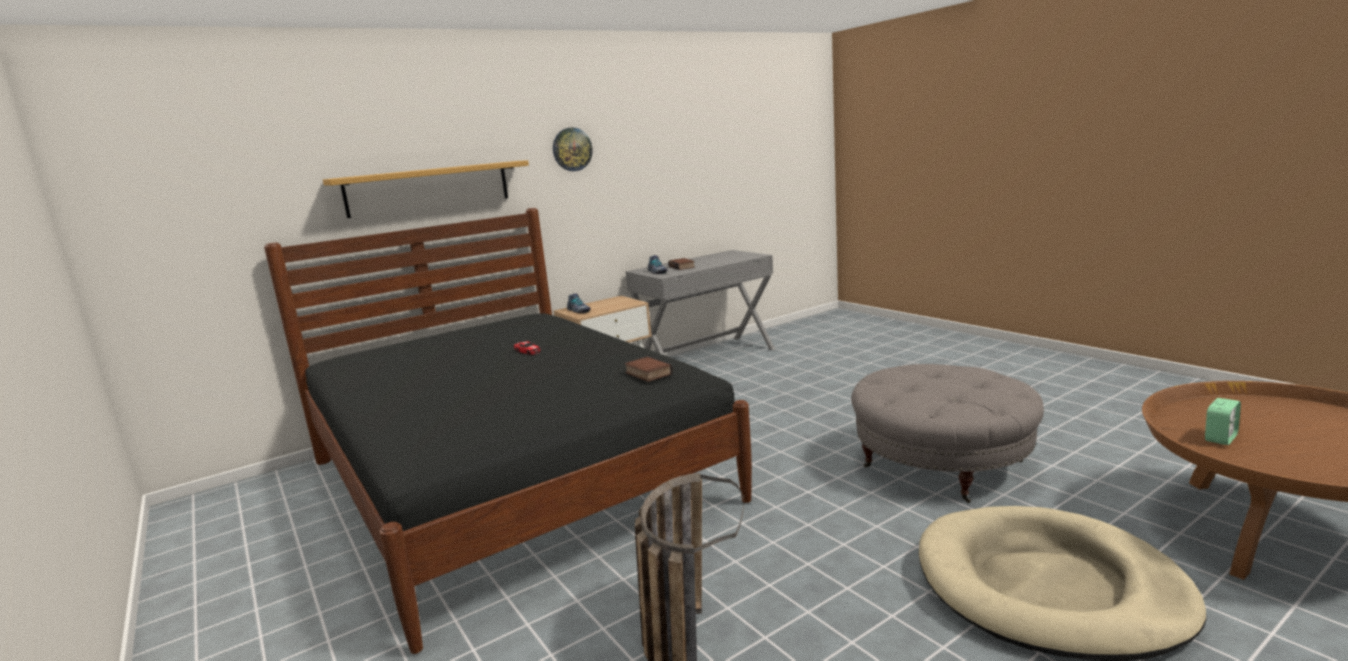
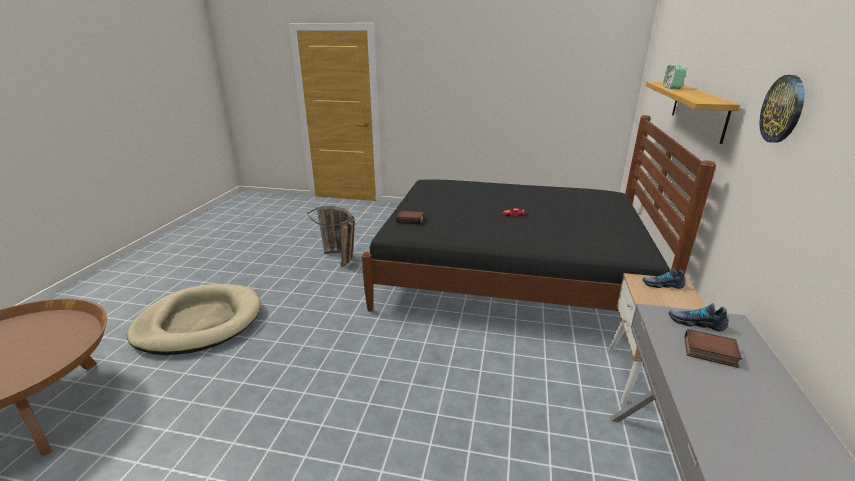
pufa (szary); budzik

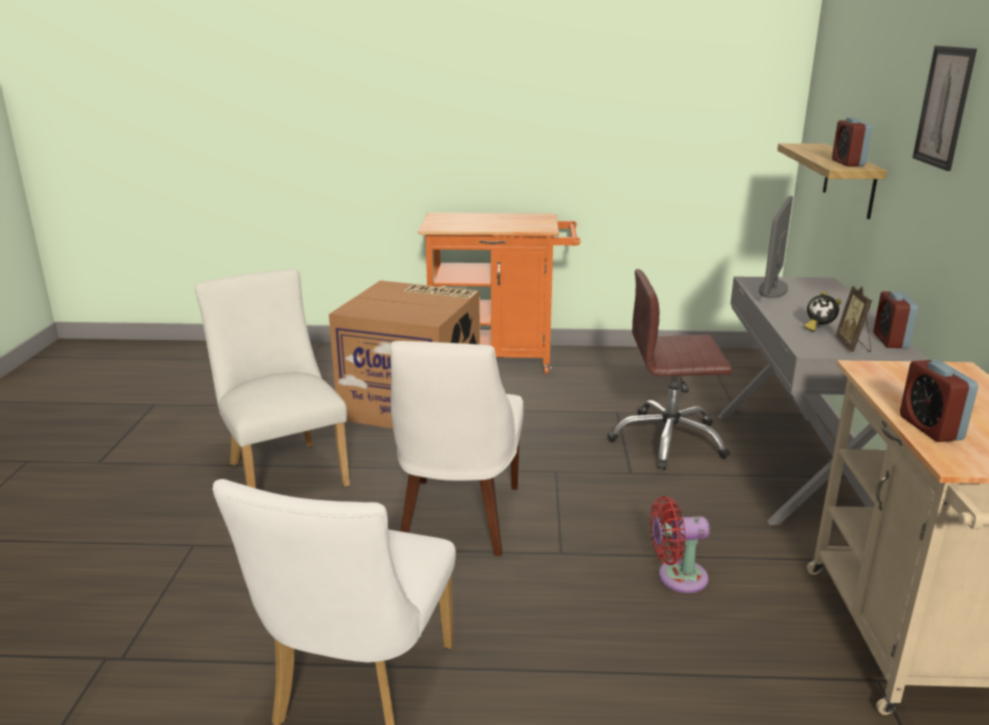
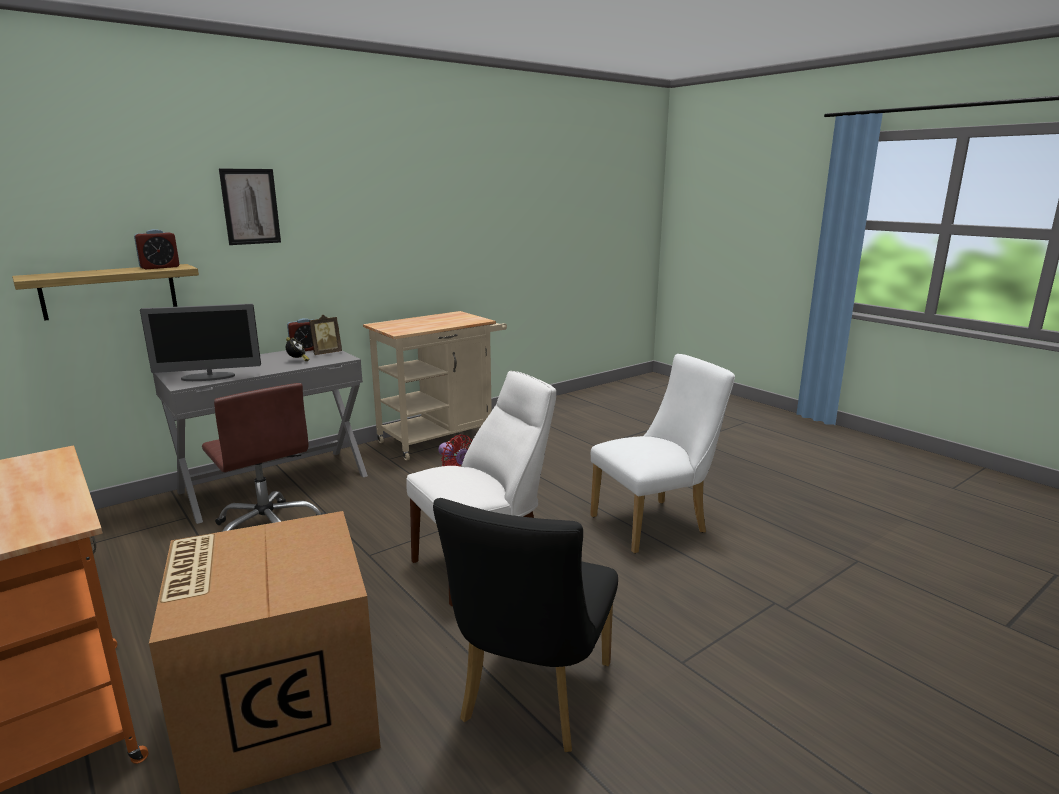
krzesło (czarny); budzik (4th from left in the first image)

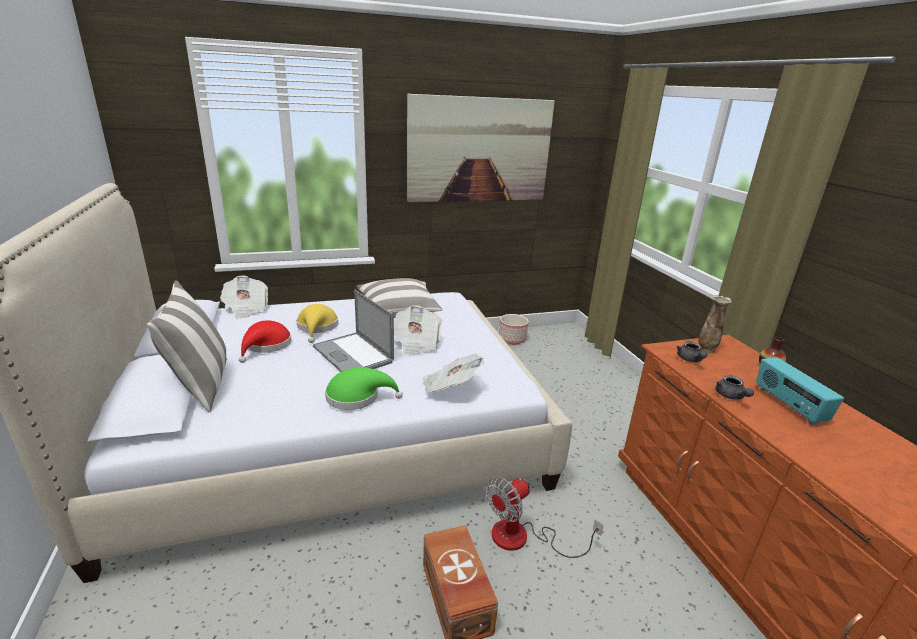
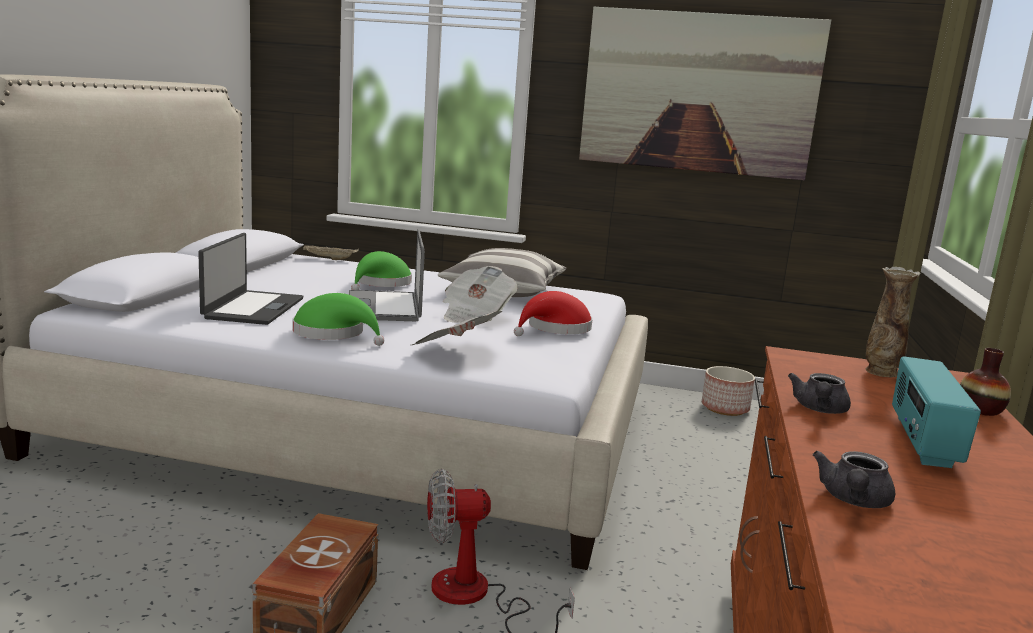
poduszka (1st from left in the first image); taca (beżowy); kapelusz (czerwony); kapelusz (zielony) (2nd from left); imbryk (szary) (2nd from left); laptop (1st from left)

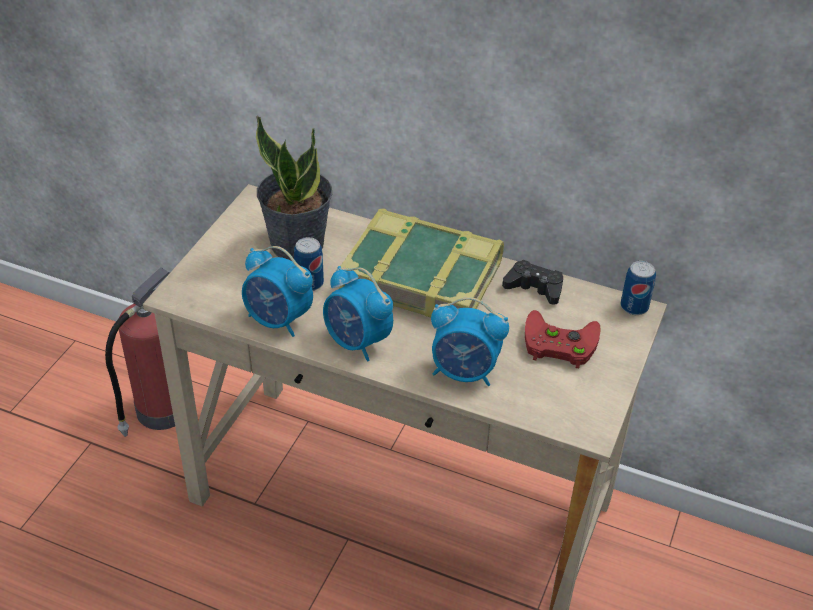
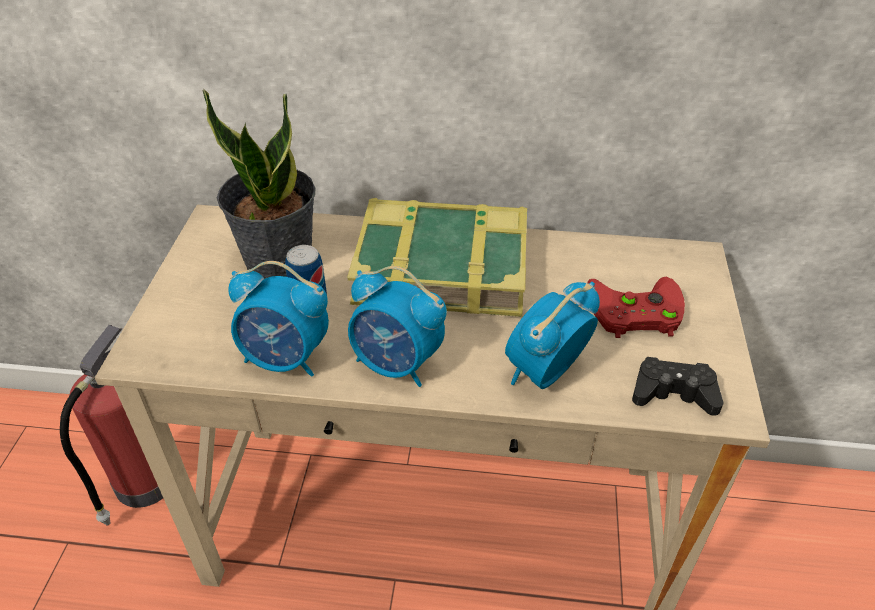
budzik (3rd from left); pad do gier (czarny); puszka (2nd from left in the first image)

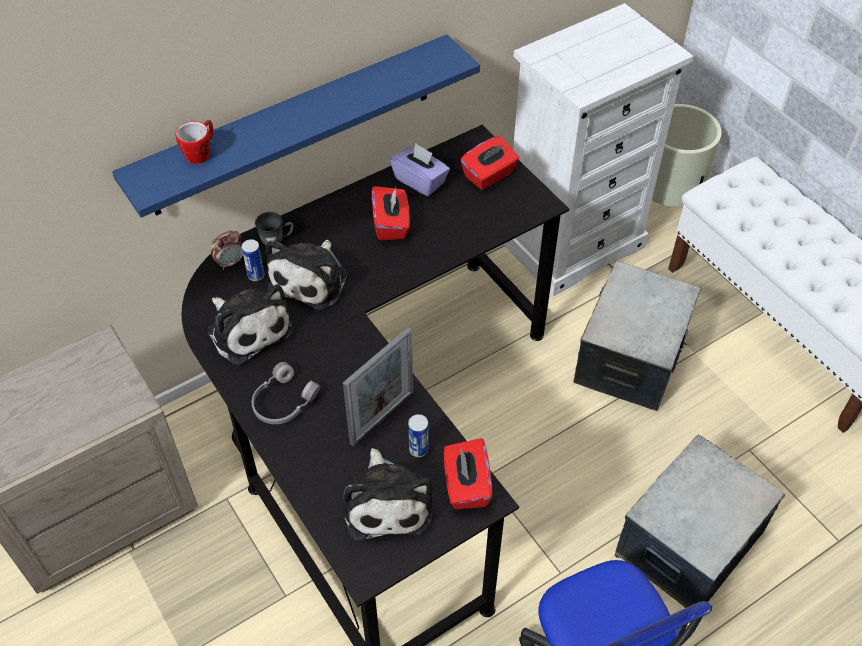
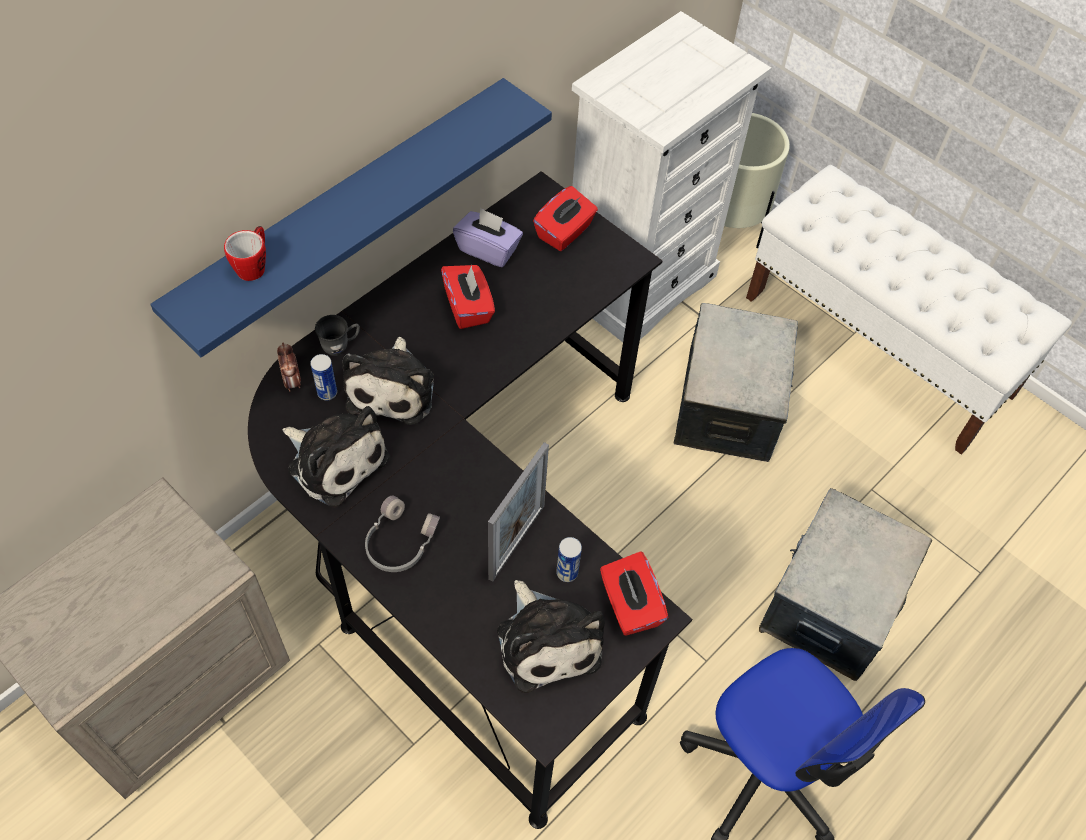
budzik

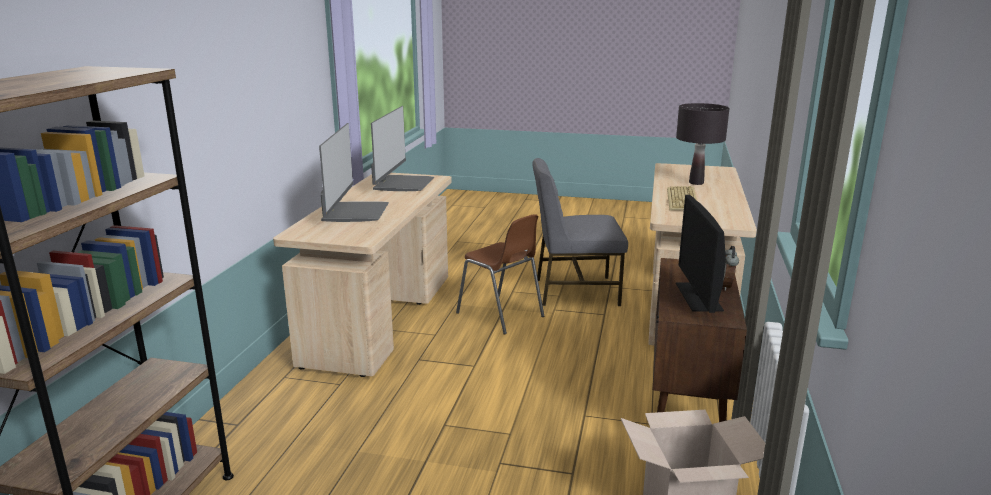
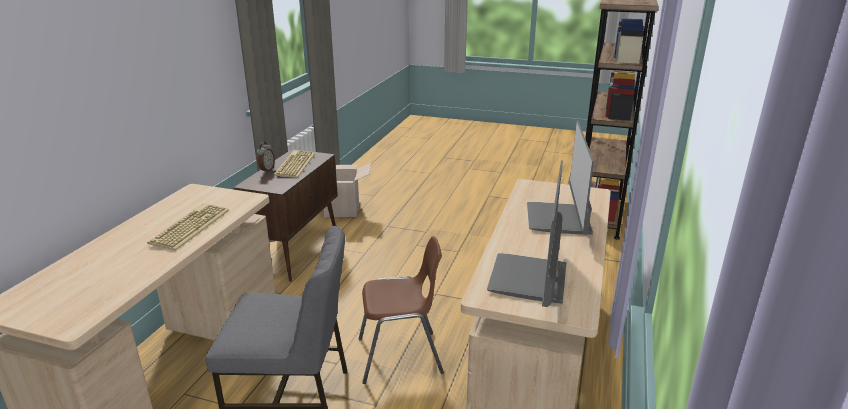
krzesło (brązowy); lampa stołowa (czarny); klawiatura (2nd from left)

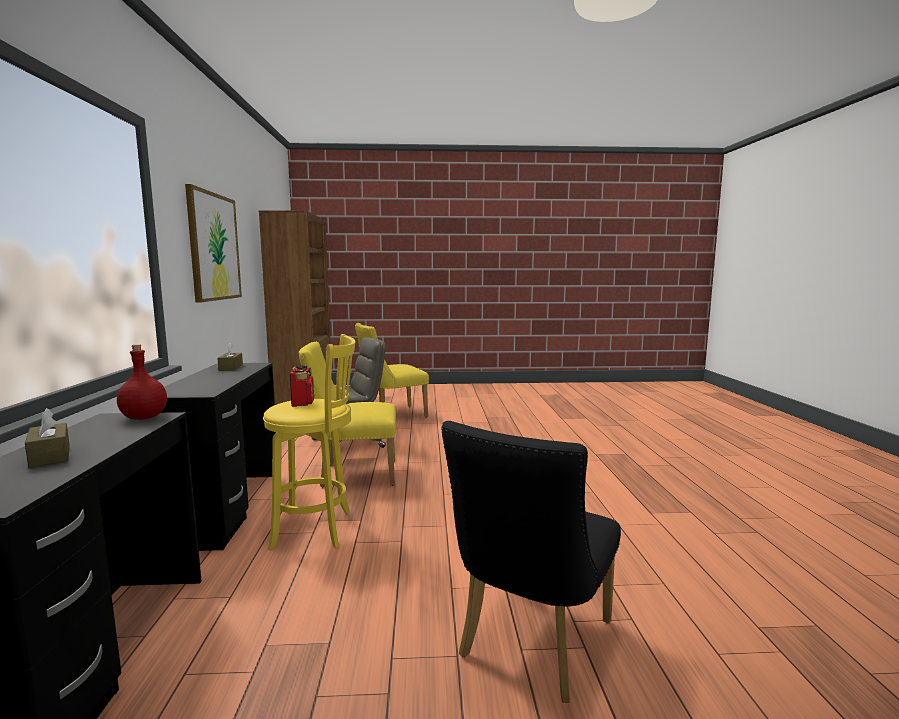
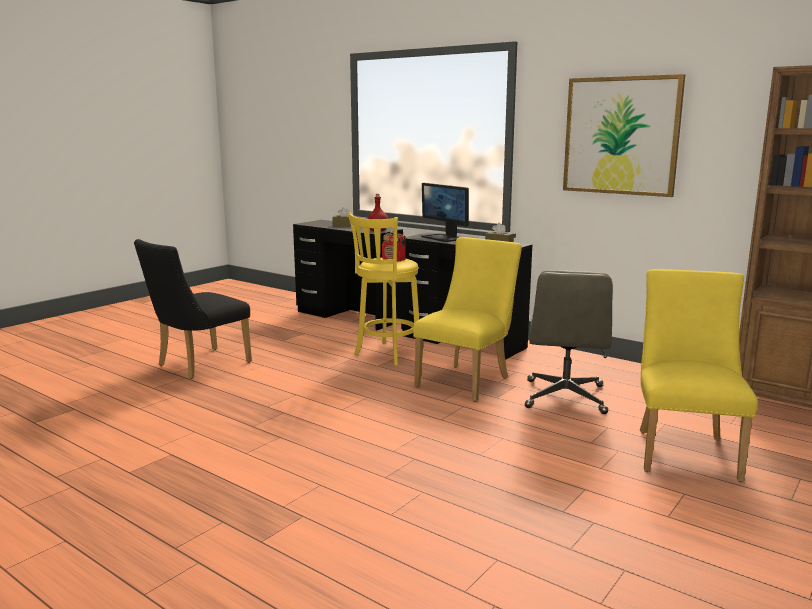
krzesło (czarny); monitor

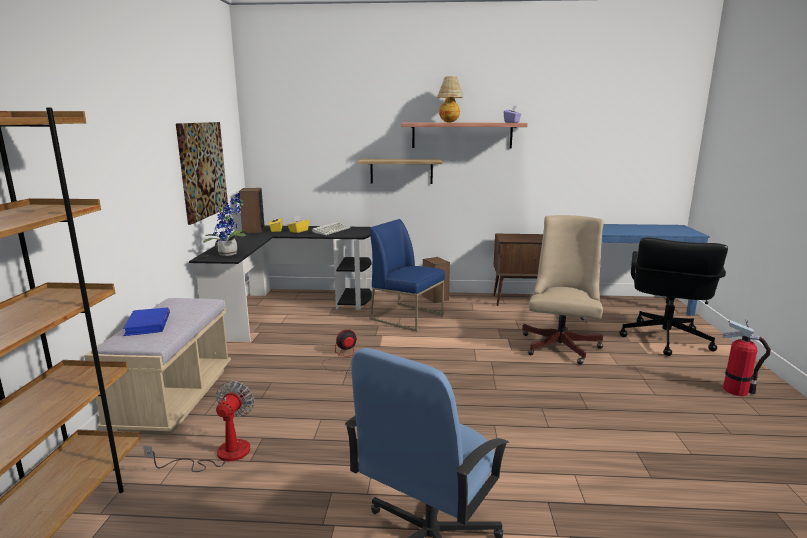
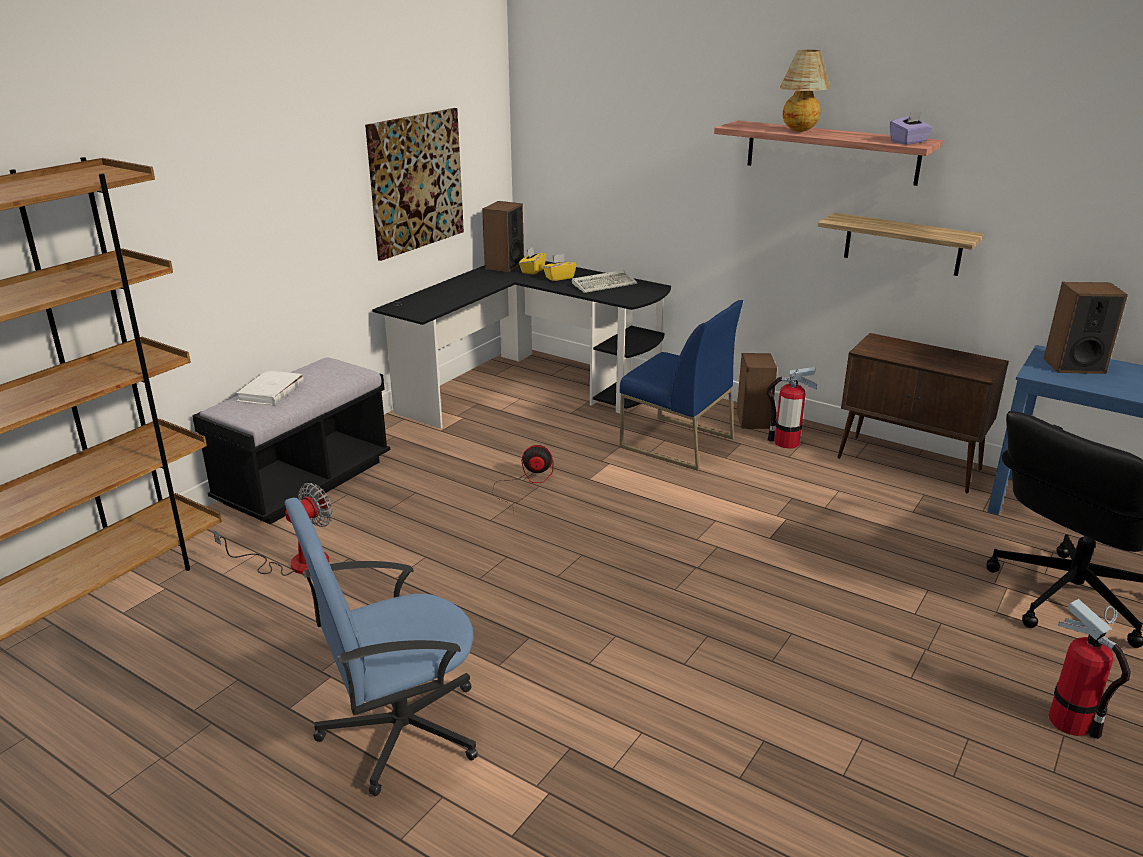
ławka (czarny); książka (biały); roślina doniczkowa; półka (2nd from left); krzesło (niebieski); krzesło biurowe (beżowy); gaśnica (1st from left); głośnik (3rd from left)

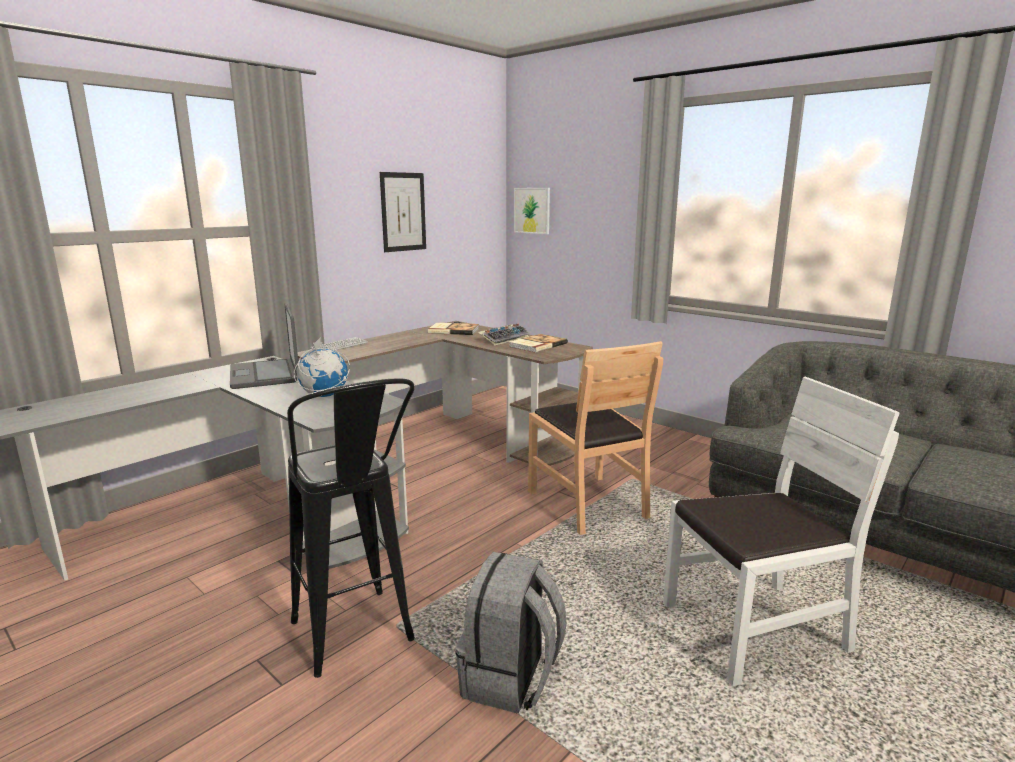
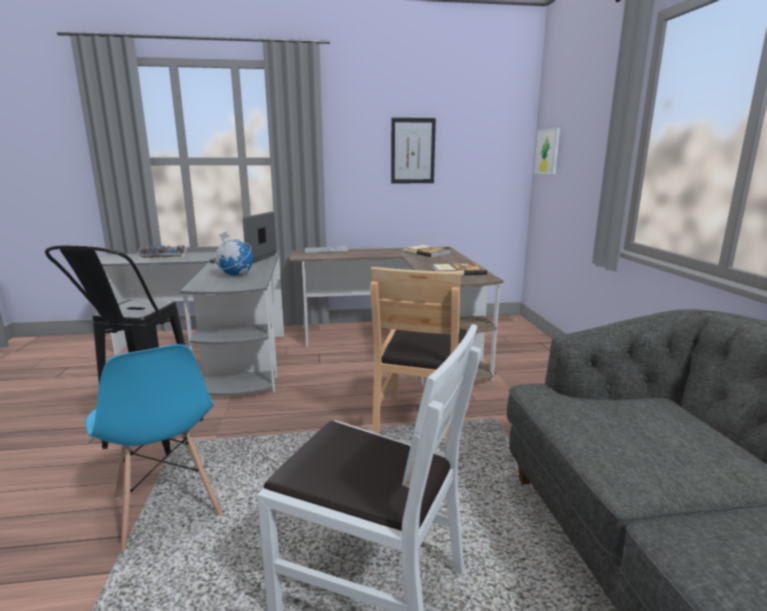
krzesło (niebieski); klawiatura (1st from left)

